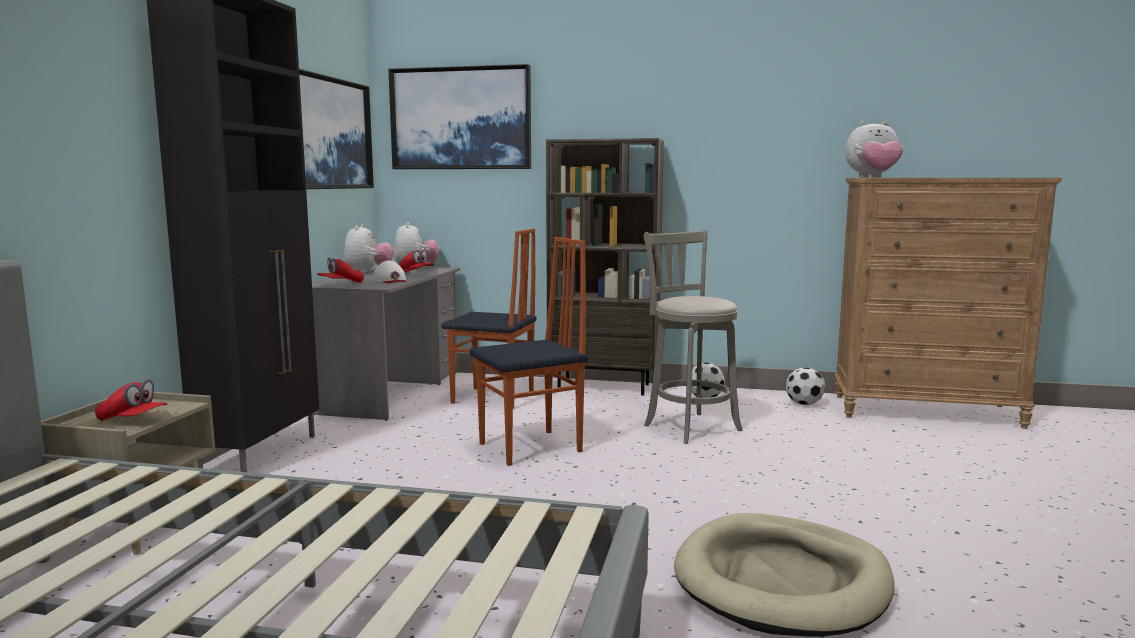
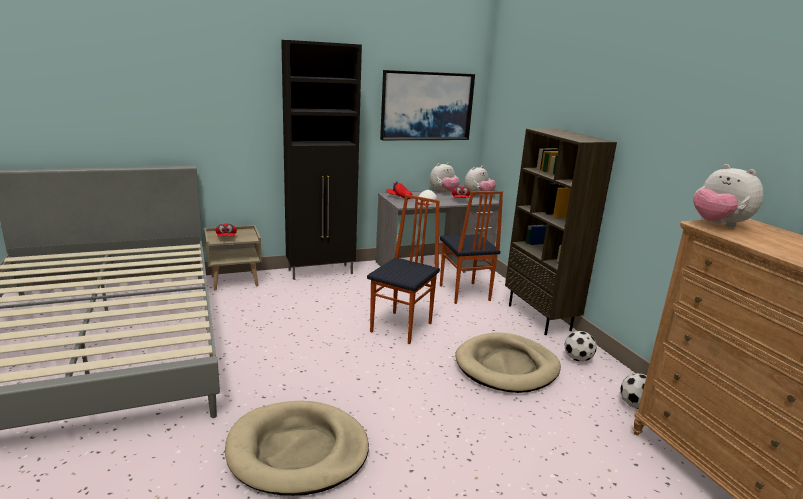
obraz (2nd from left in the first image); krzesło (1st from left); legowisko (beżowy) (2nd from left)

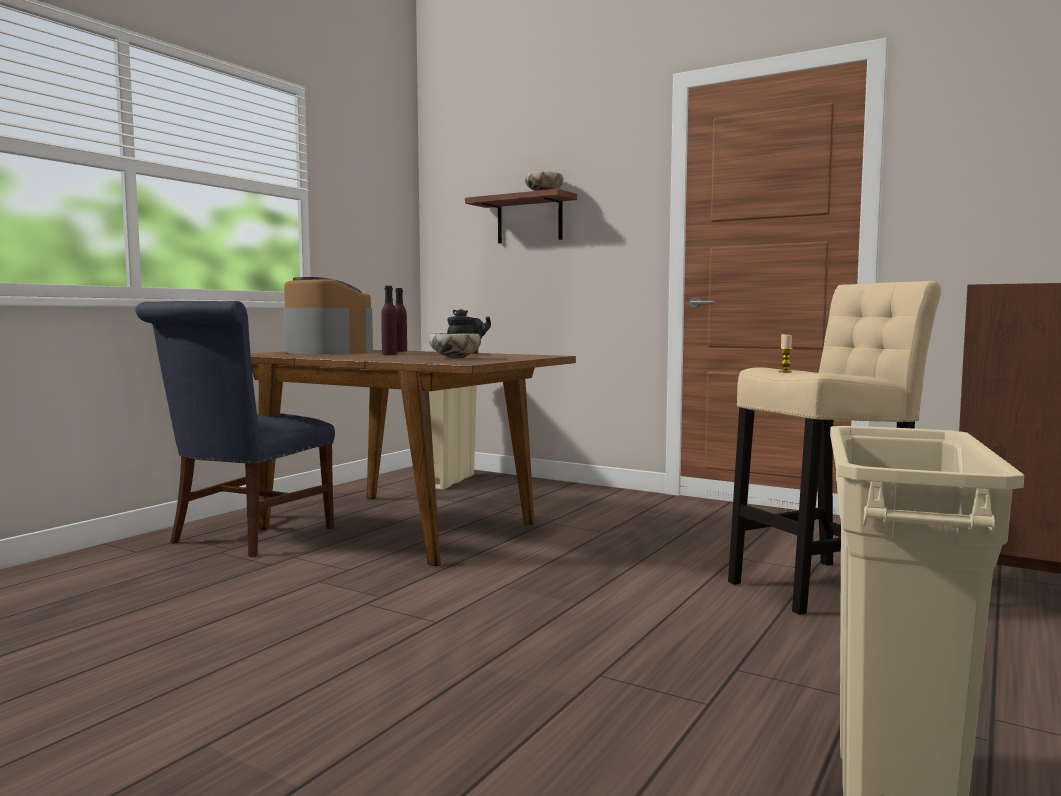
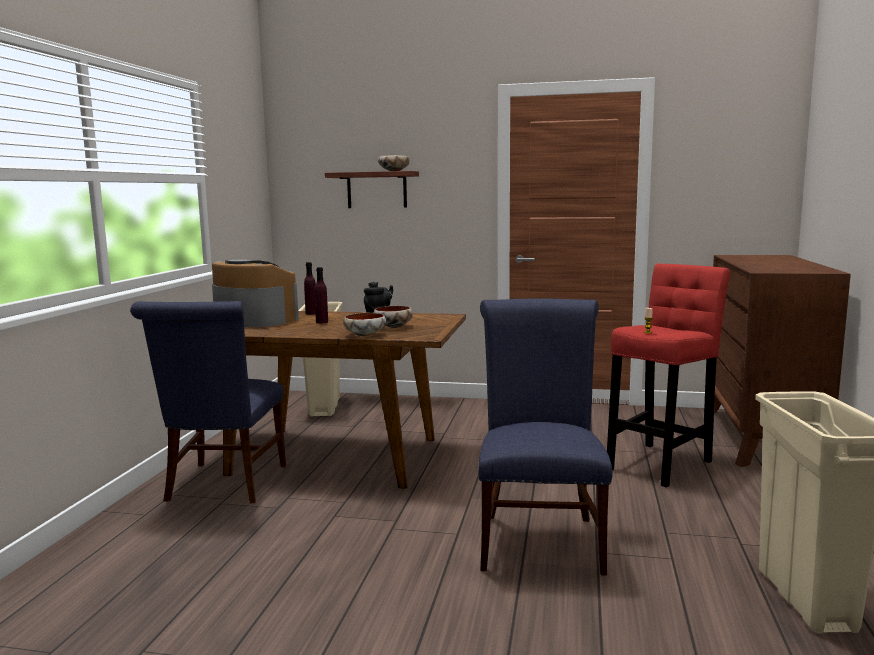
stołek (czerwony); miska (1st from left); krzesło (niebieski) (2nd from left)

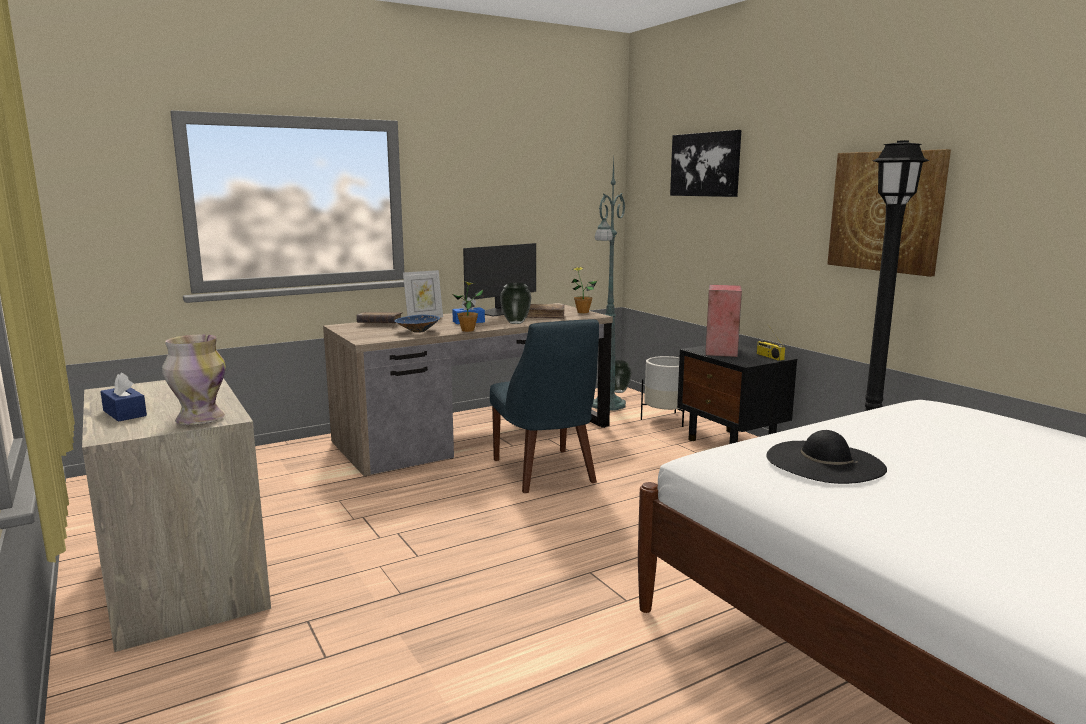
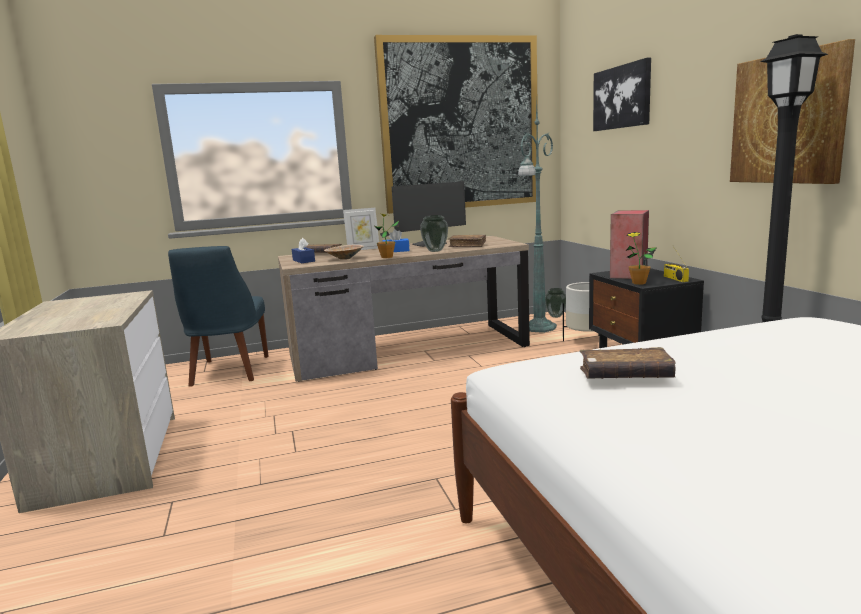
pudełko chusteczek (niebieski) (1st from left); wazon (1st from left in the first image); miska (beżowy); krzesło (niebieski); roślina doniczkowa (2nd from left); książka (brązowy) (3rd from left); obraz (1st from left)

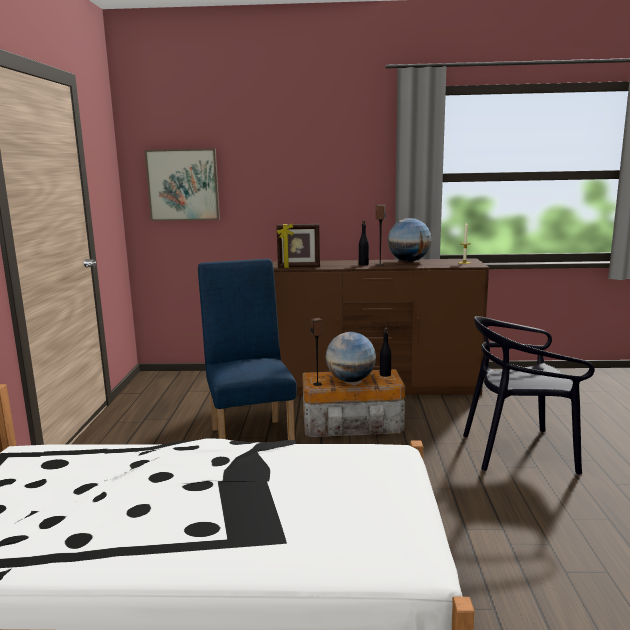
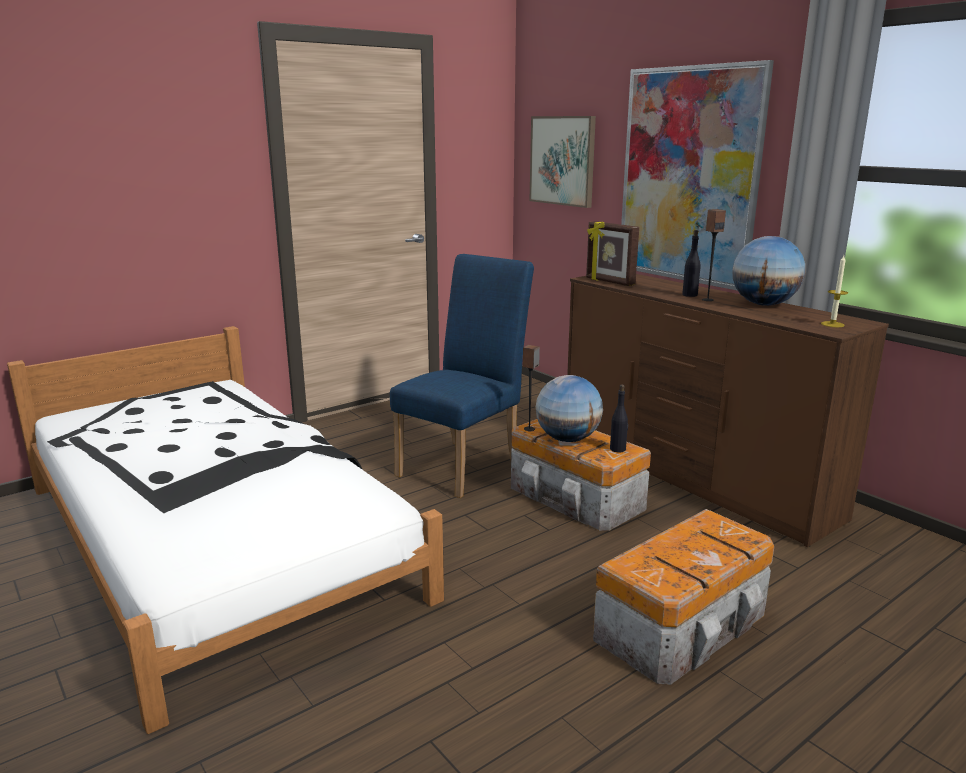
pojemnik do przechowywania (2nd from left); obraz (2nd from left)

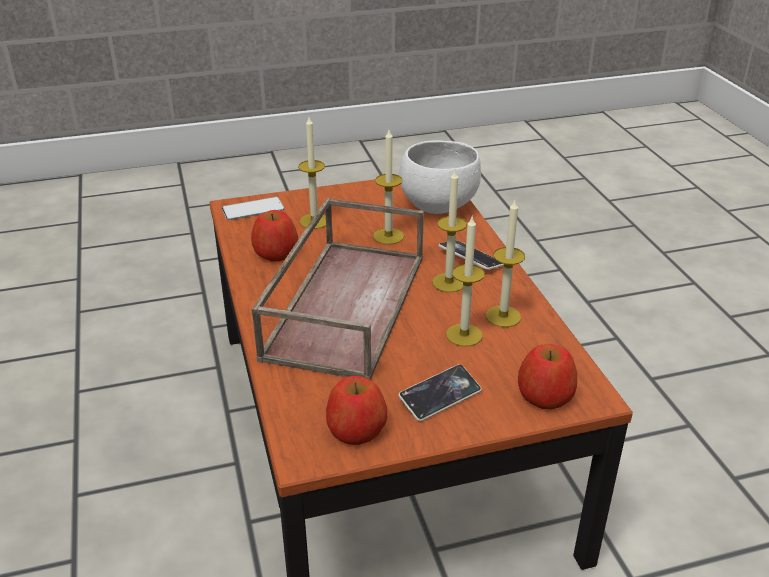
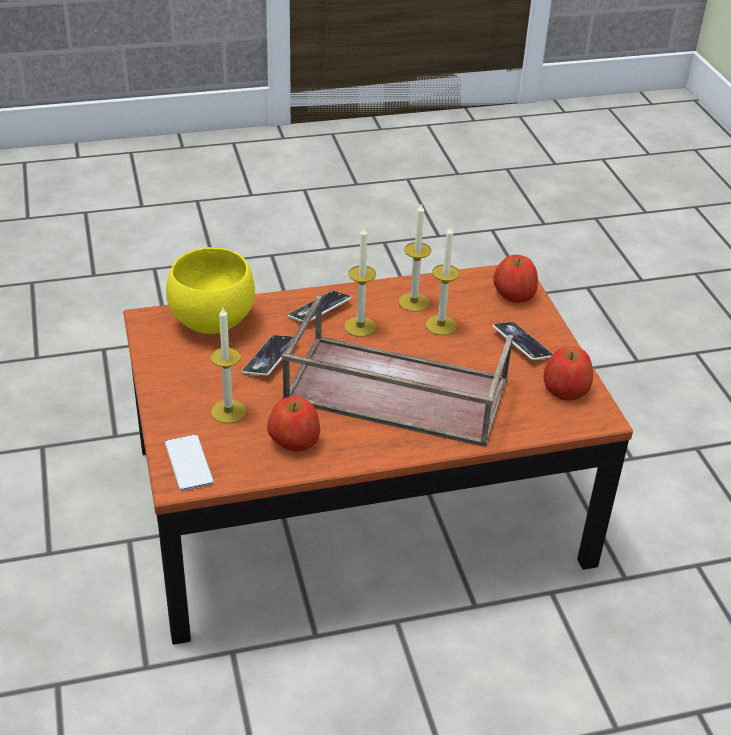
telefon (2nd from left); miska (żółty)

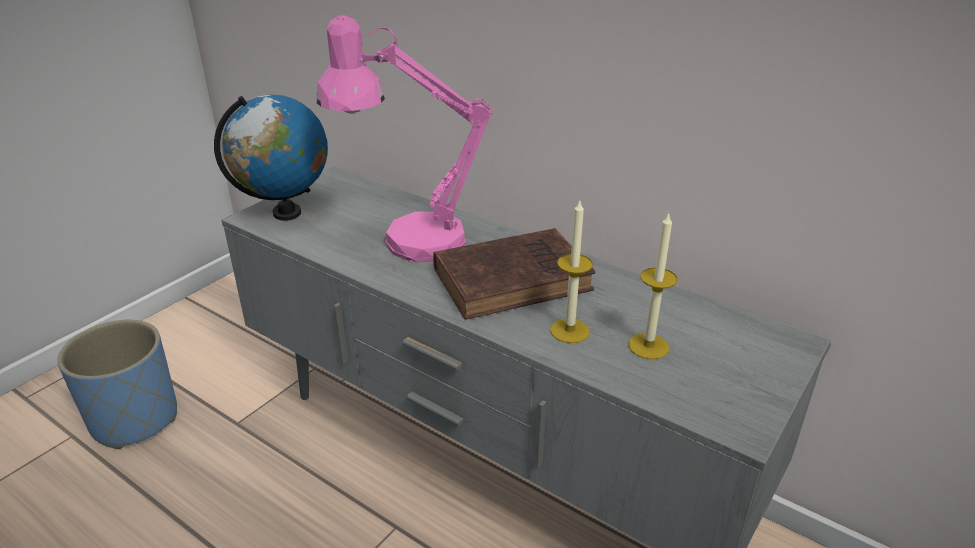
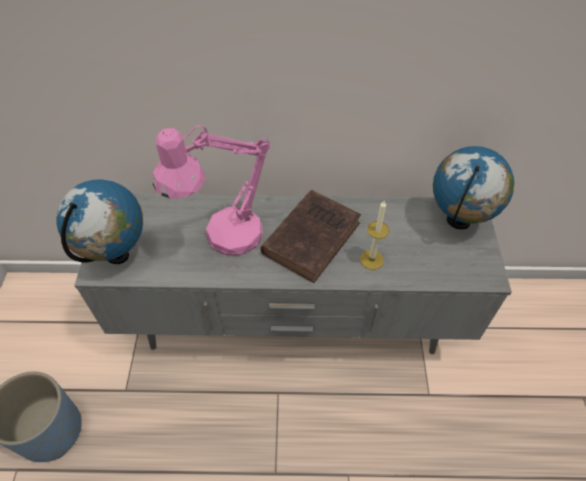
świeca (2nd from left in the first image); globus (2nd from left)

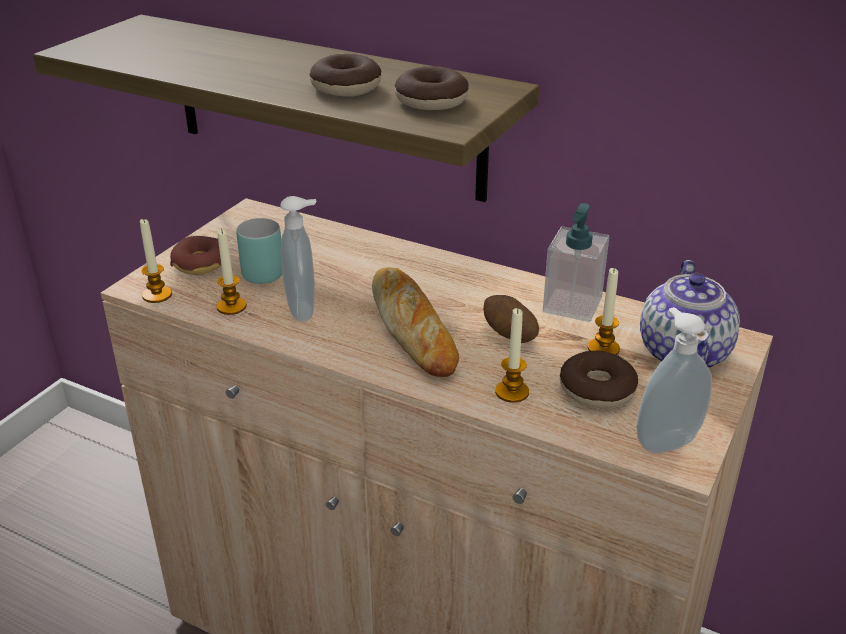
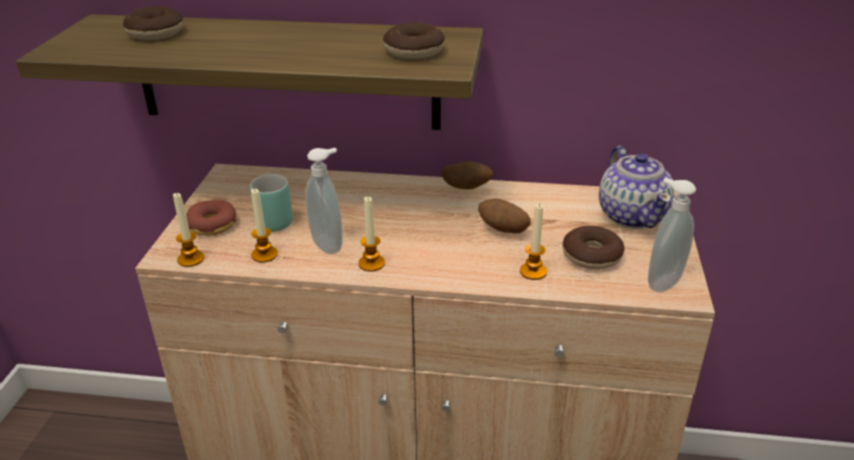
donut (1st from left); chleb; dozownik mydła (2nd from left in the first image); świeca (3rd from left); ziemniak (1st from left)

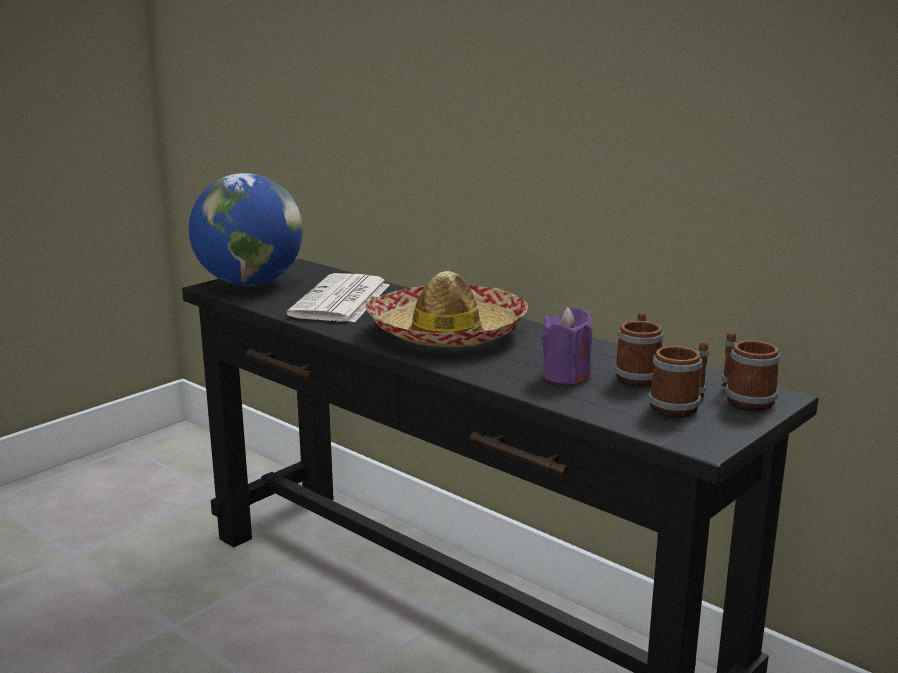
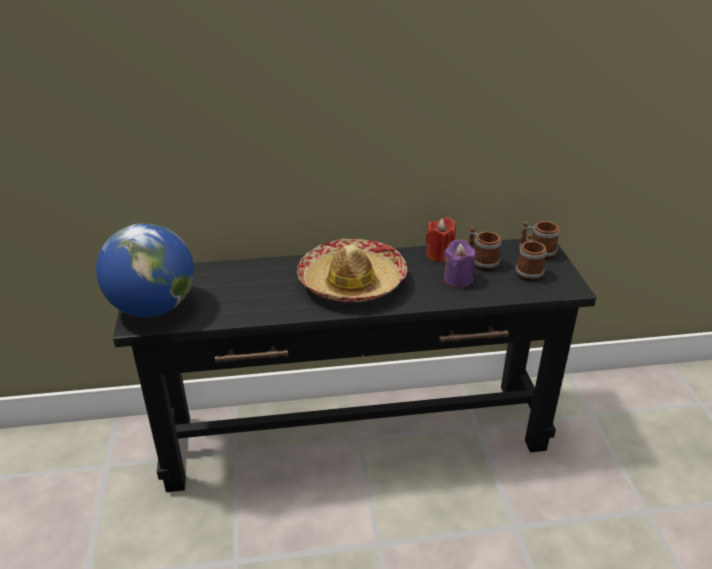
gazeta; świeca (czerwony)

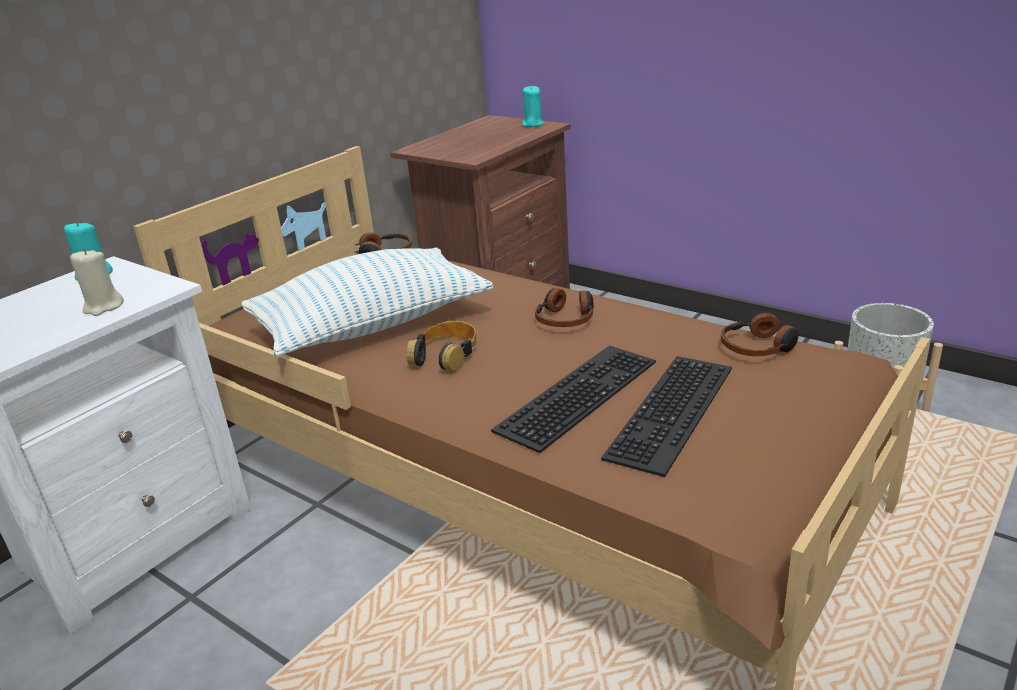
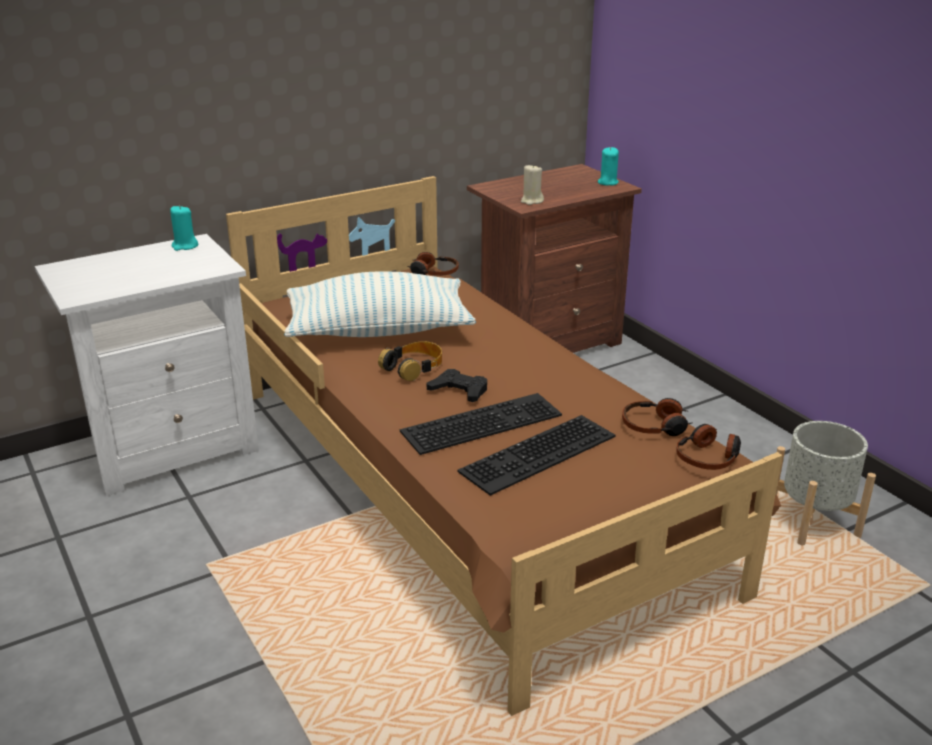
świeca (beżowy); słuchawki (4th from left); pad do gier (czarny)

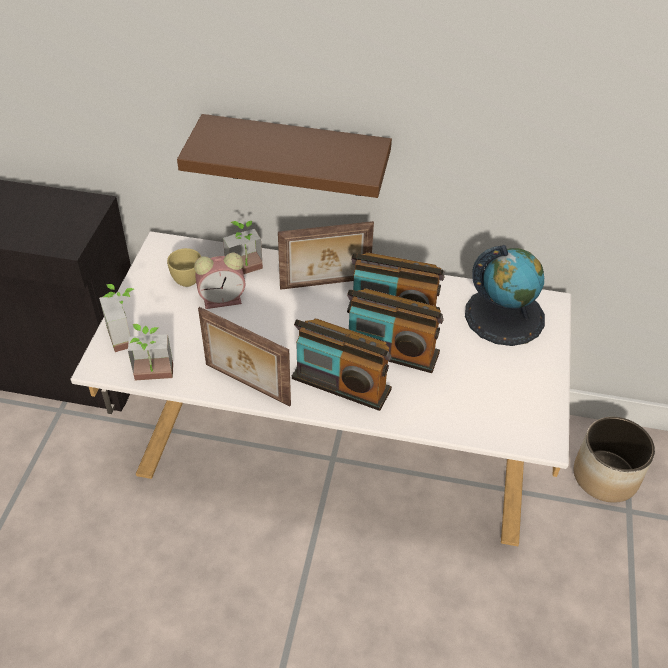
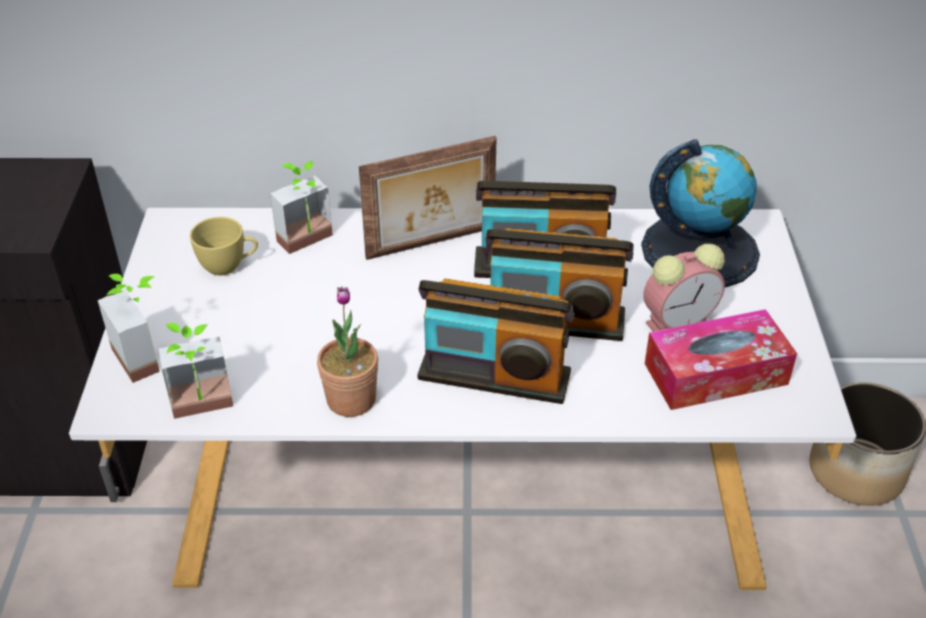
półka (brązowy); budzik; roślina doniczkowa (4th from left); pudełko chusteczek

